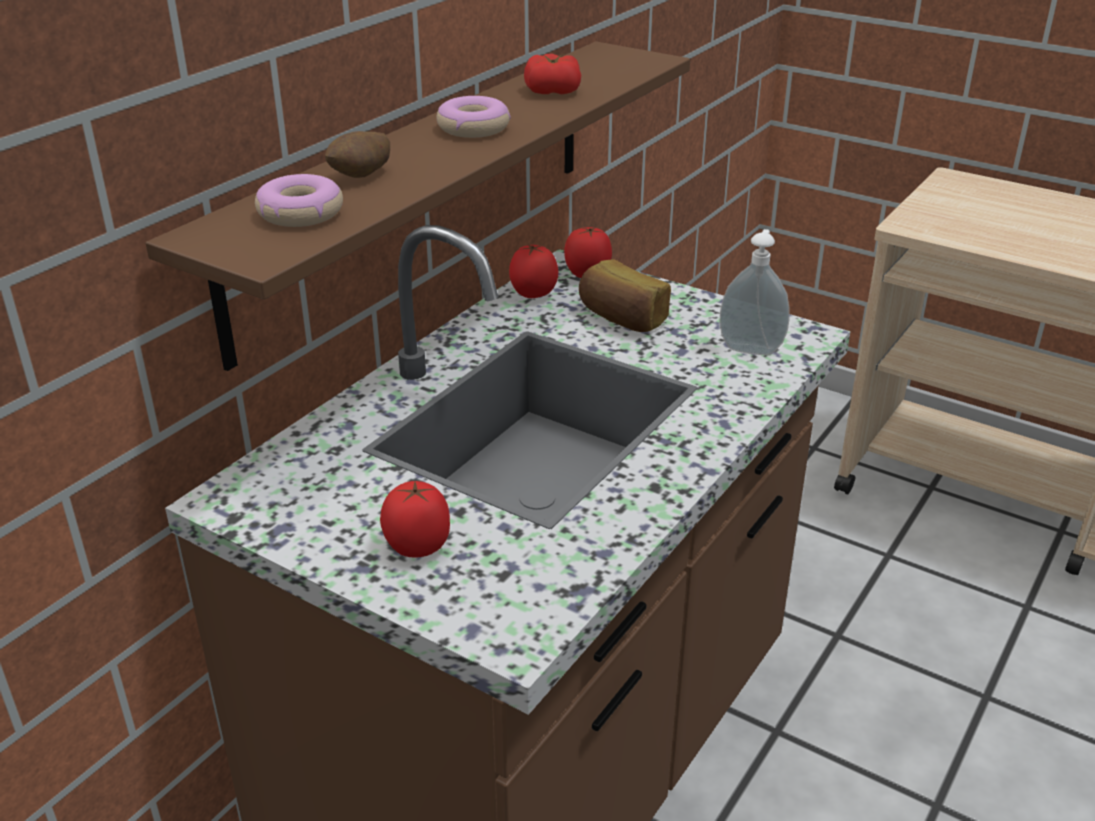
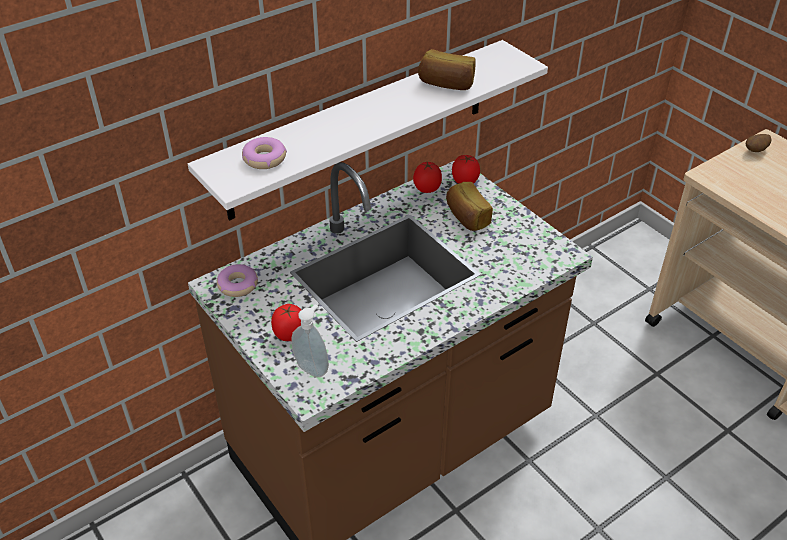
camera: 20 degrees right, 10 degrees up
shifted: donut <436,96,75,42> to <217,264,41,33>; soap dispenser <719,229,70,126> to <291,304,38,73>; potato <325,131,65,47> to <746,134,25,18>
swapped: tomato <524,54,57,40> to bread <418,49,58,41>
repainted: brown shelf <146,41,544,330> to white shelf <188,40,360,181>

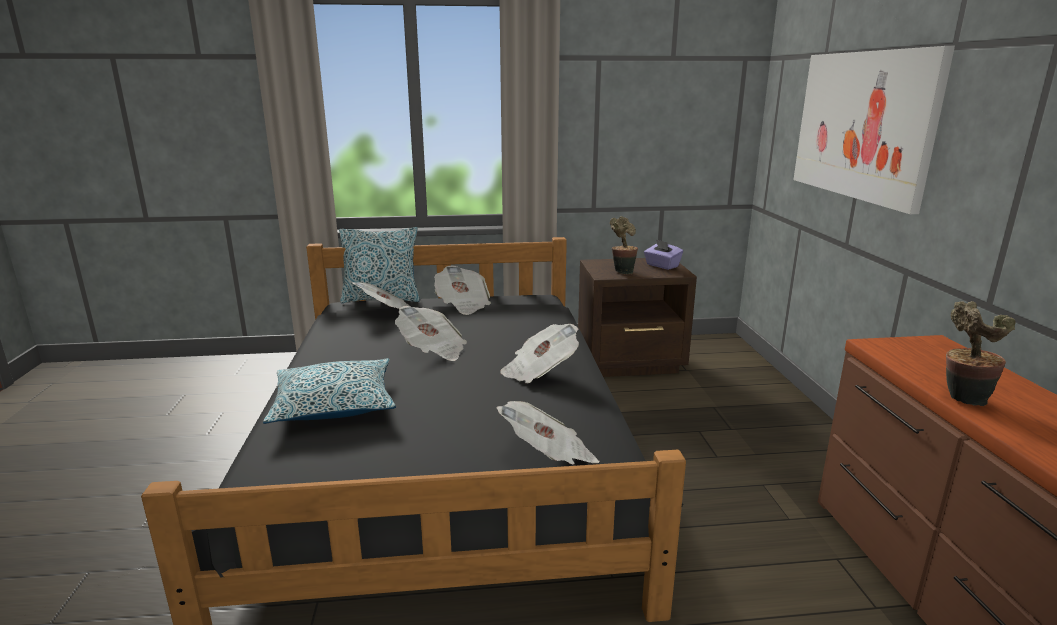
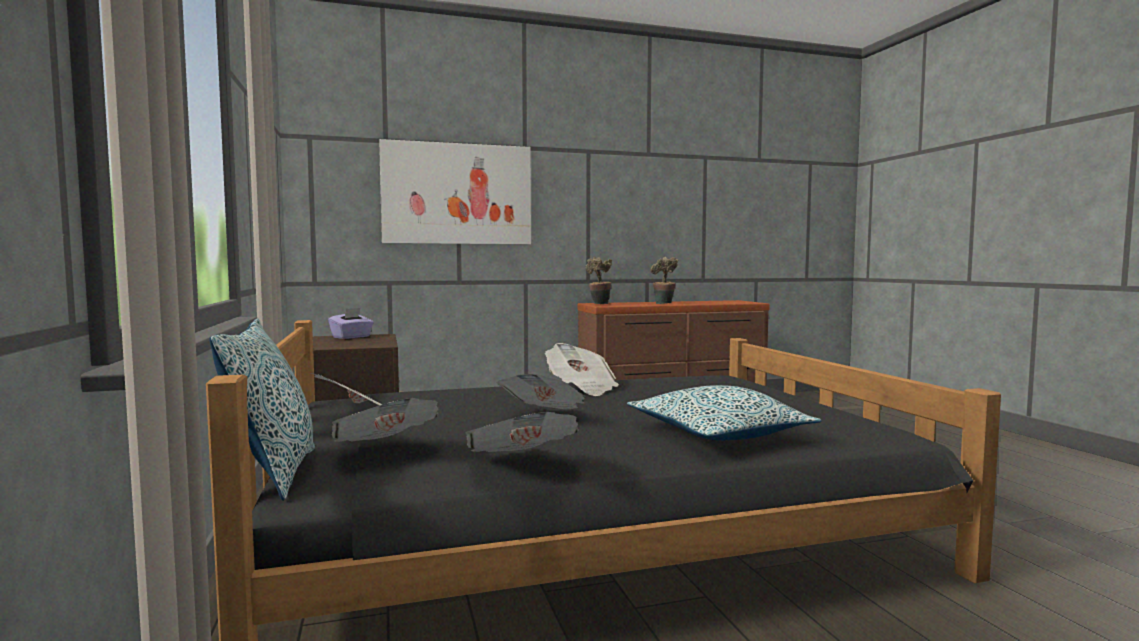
camera: 100 degrees left, 15 degrees down
shifted: newspaper <497,401,102,63> to <465,412,113,40>; potted plant <610,216,28,58> to <585,257,27,47>

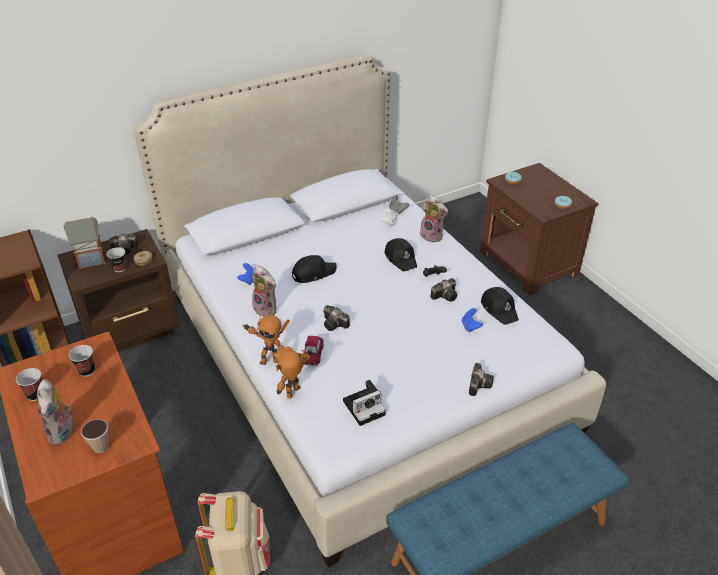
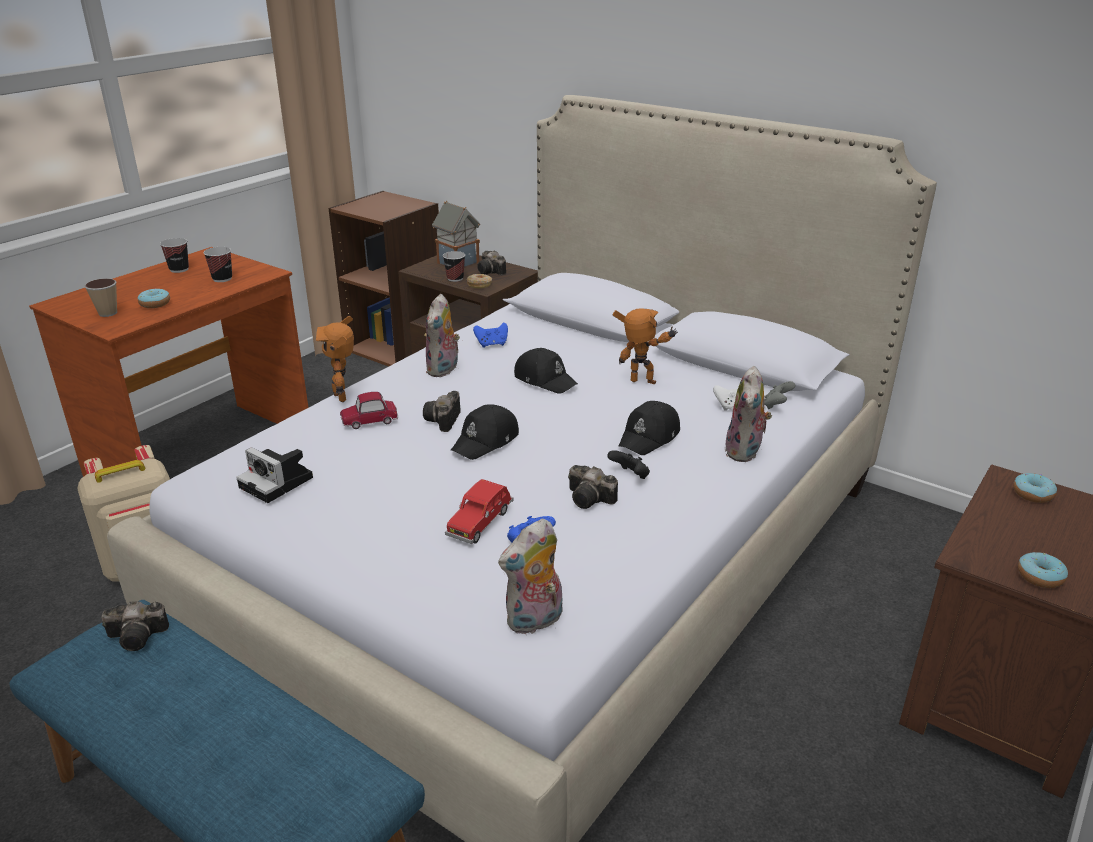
camera: 65 degrees right, 10 degrees down
new: donut <138,288,32,20>; red toy car <445,479,69,65>
shifted: photo camera <469,363,25,33> to <101,601,68,50>; black cap <481,287,38,38> to <451,404,68,56>; plush toy <37,379,36,66> to <498,519,65,115>; toy robot <274,346,38,52> to <612,308,66,76>

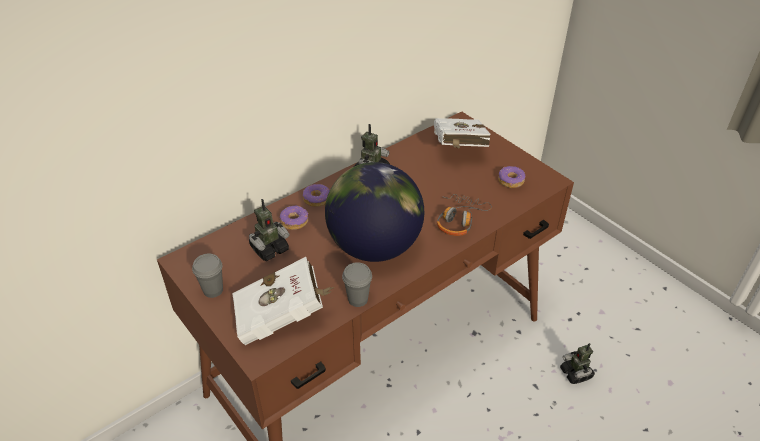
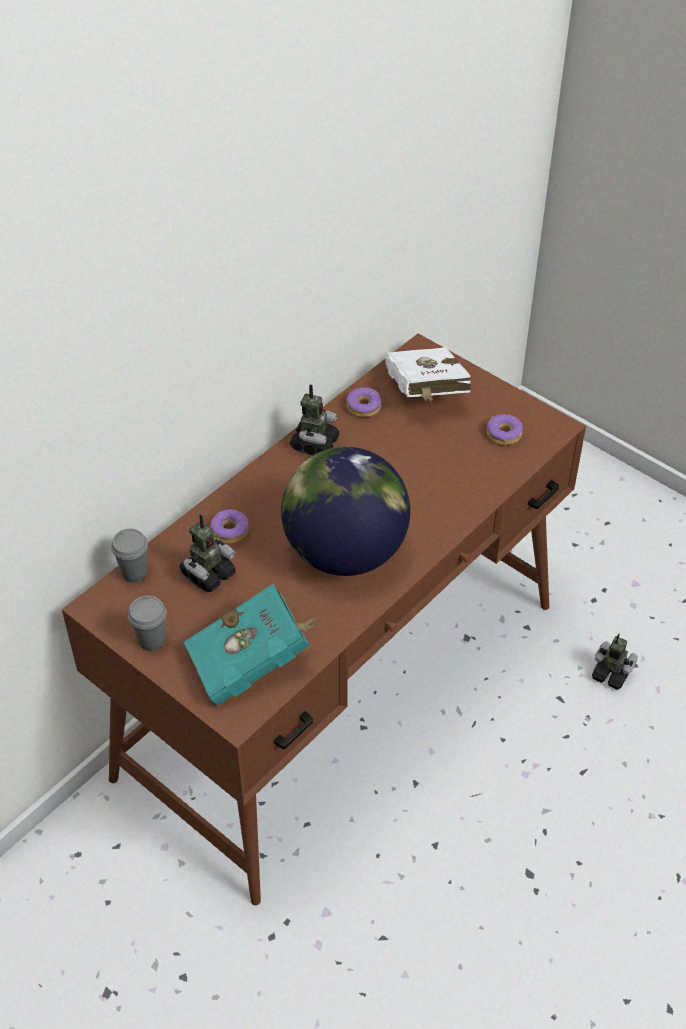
camera: 10 degrees left, 5 degrees up
gone: headphones <437,194,55,42>
shifted: grey cup <342,262,30,45> to <111,529,37,54>; donut <303,184,27,23> to <346,387,35,30>
repainted: white book <232,257,102,88> to turquoise book <184,584,134,121>
rotated: toy robot <560,343,35,41> = <592,633,46,57> 150 degrees clockwise

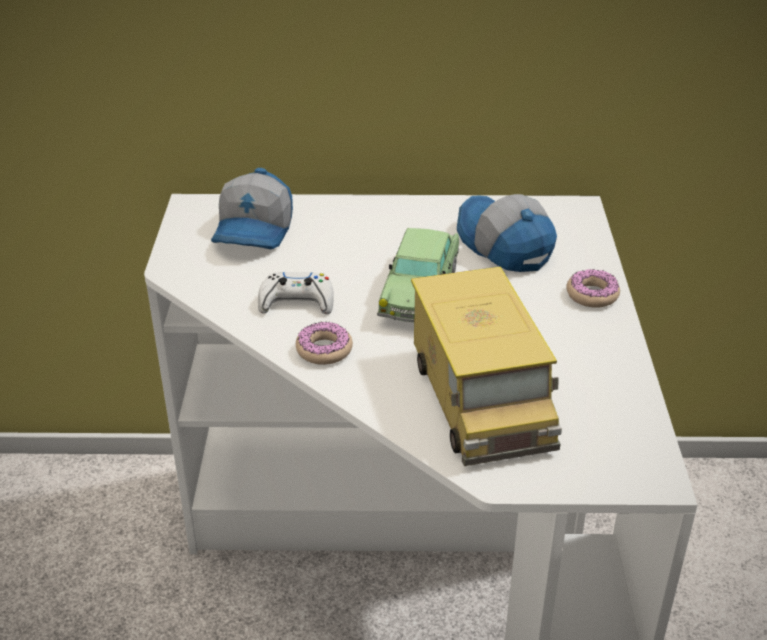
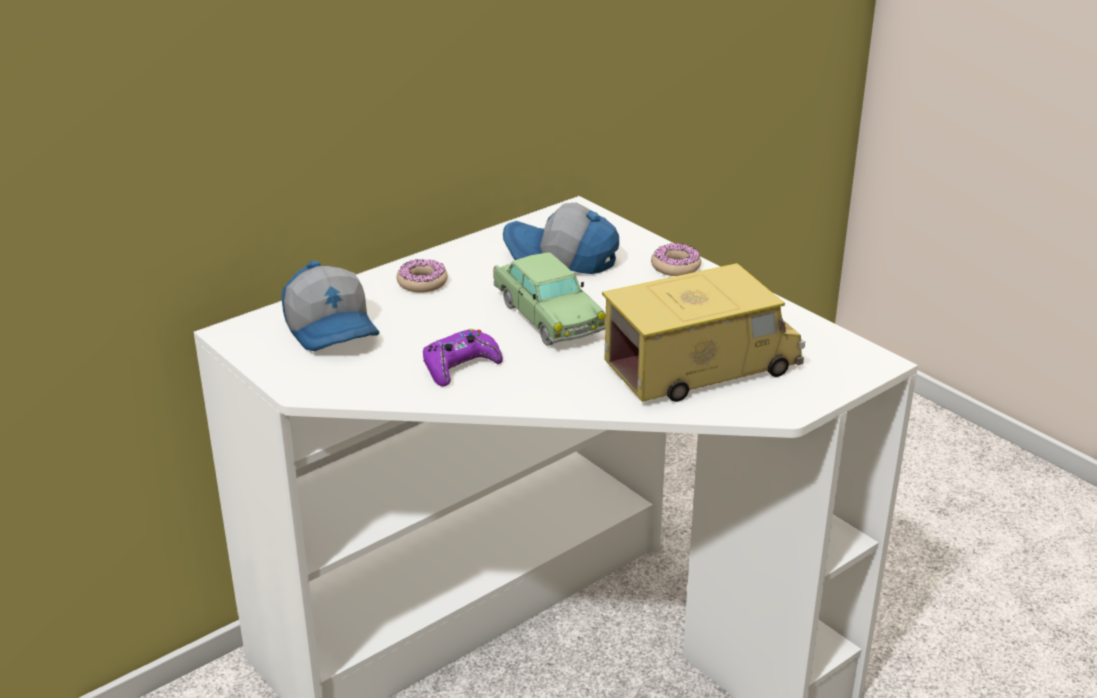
camera: 40 degrees left, 5 degrees down
shifted: donut <296,321,57,44> to <397,259,51,34>
repainted: white game controller <258,272,76,42> to purple game controller <423,329,80,58>
rotated: toy truck <411,267,151,199> = <602,263,203,139> 60 degrees counterclockwise

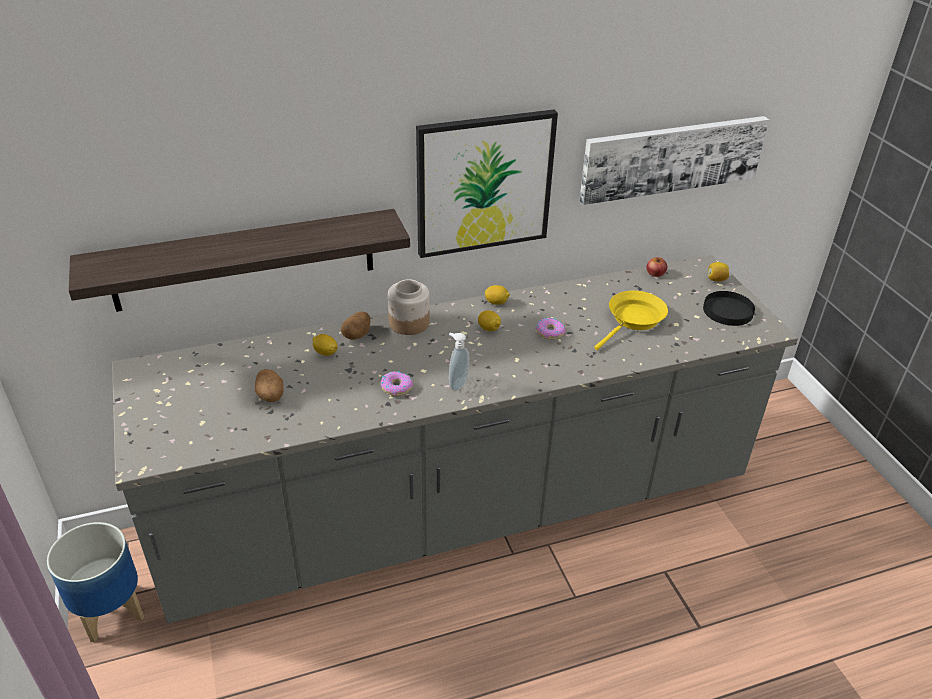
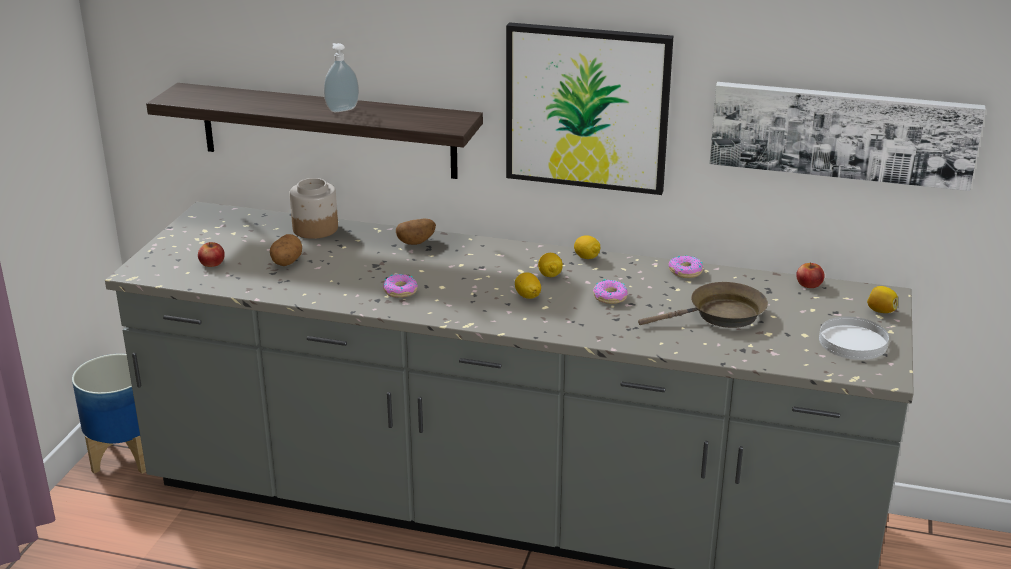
camera: 35 degrees right, 10 degrees down
new: apple <198,242,27,25>; donut <668,256,35,22>
shifted: jar <388,279,41,56> to <289,178,49,61>; soap dispenser <449,333,20,58> to <324,43,35,69>; lemon <312,334,25,22> to <515,272,26,27>
repainted: yellow frying pan <594,290,74,60> to brown frying pan <638,282,130,46>; black plate <703,291,52,35> to white plate <819,316,70,44>

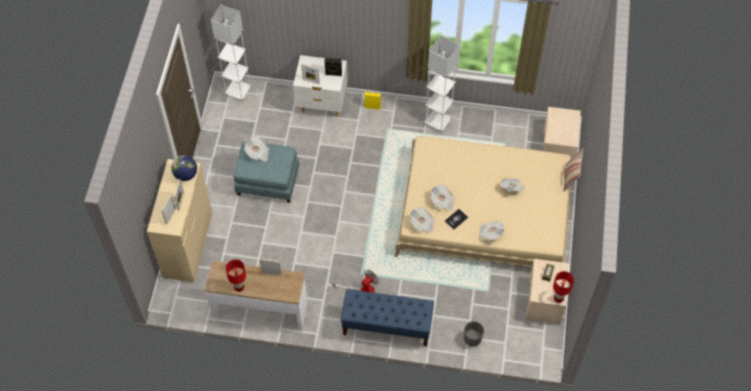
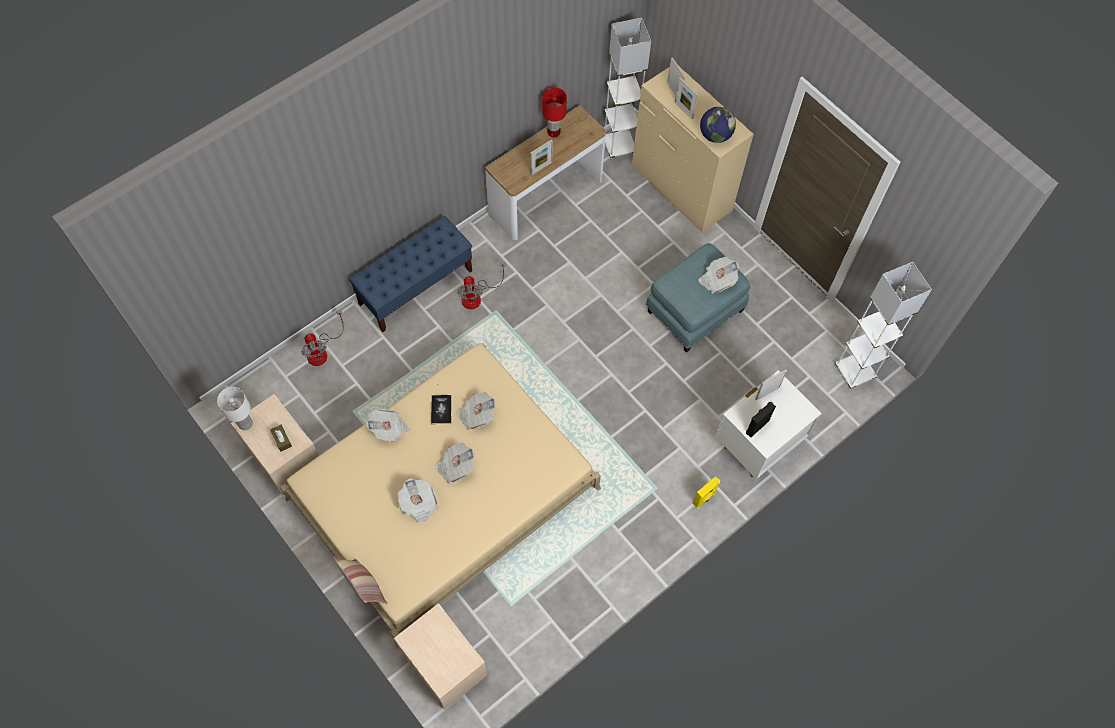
camera: 130 degrees right, 5 degrees up
shifted: newspaper <410,207,24,26> to <435,443,40,41>; white floor lamp <424,36,35,97> to <604,18,47,141>
swapped: grey planter <464,321,20,25> to fan <301,310,43,56>
repainted: red table lamp <553,271,21,32> to white table lamp <217,387,36,43>

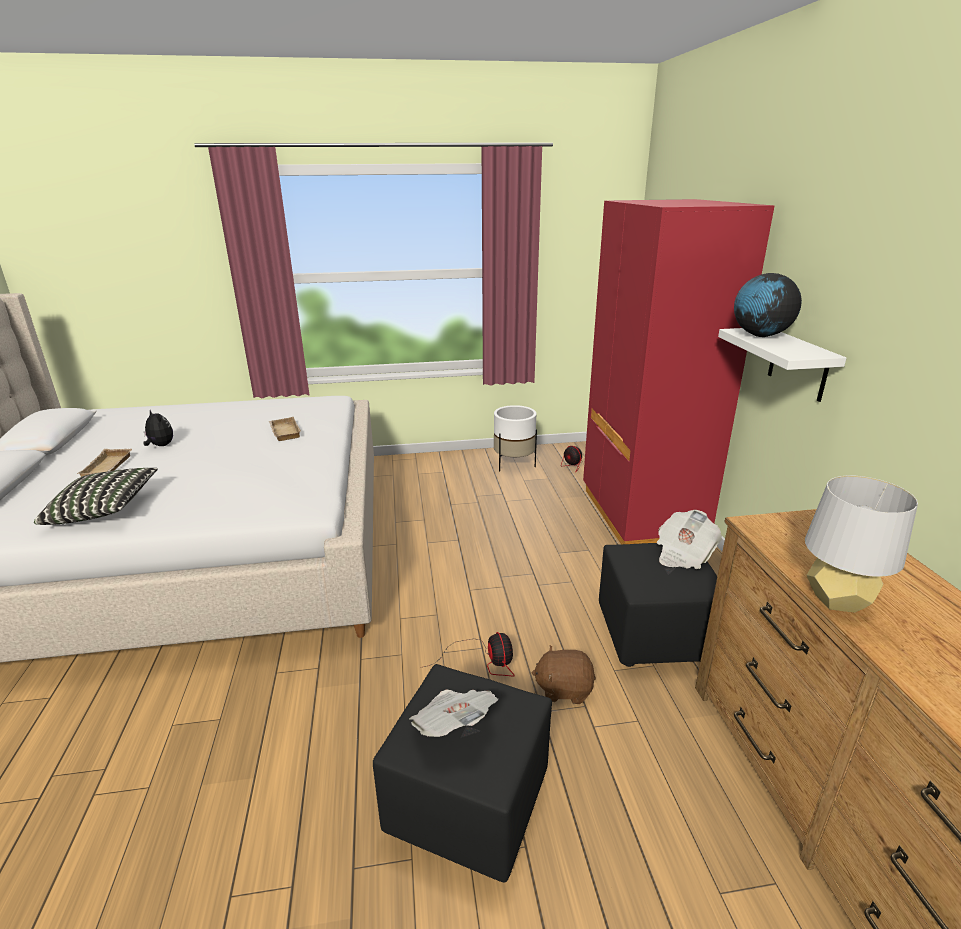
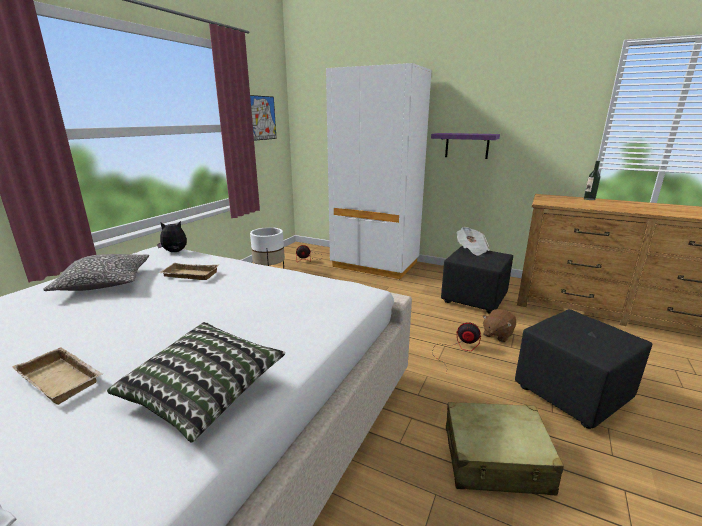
camera: 55 degrees left, 5 degrees down
gone: newspaper <409,689,89,48>; globe <734,273,68,64>; grey table lamp <805,475,113,137>
new: pillow <44,254,105,37>; picture <250,95,27,46>; beige suitcase <446,402,118,93>; bottle <584,161,16,39>
shifted: plush toy <143,410,30,36> to <157,221,30,31>
repainted: red wardrobe <583,199,191,345> to white wardrobe <326,63,106,216>; white shelf <718,328,128,74> to purple shelf <431,133,69,26>

